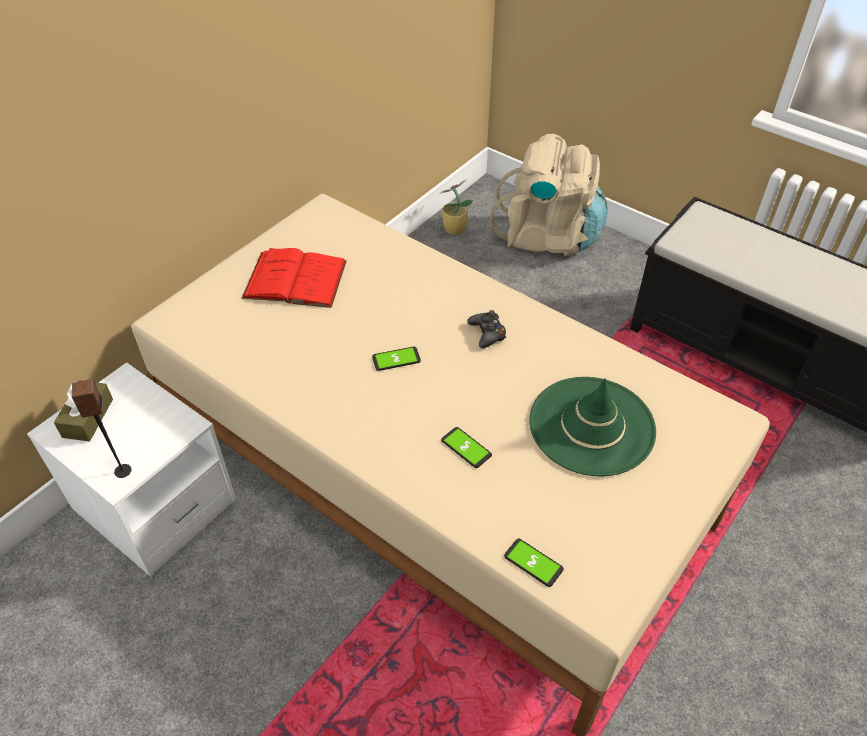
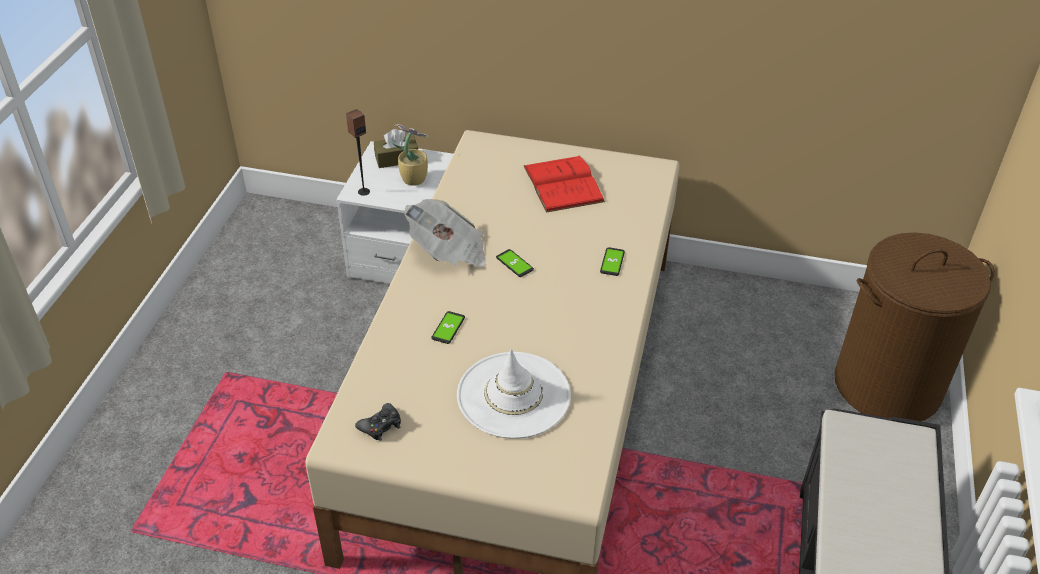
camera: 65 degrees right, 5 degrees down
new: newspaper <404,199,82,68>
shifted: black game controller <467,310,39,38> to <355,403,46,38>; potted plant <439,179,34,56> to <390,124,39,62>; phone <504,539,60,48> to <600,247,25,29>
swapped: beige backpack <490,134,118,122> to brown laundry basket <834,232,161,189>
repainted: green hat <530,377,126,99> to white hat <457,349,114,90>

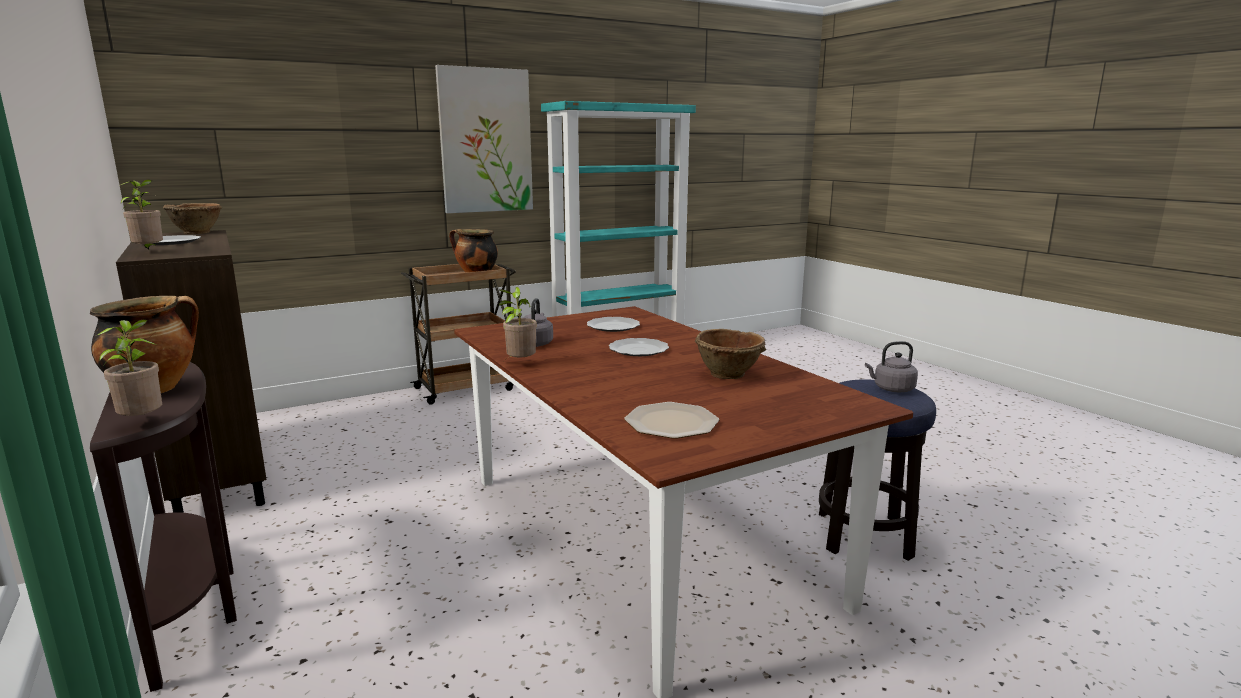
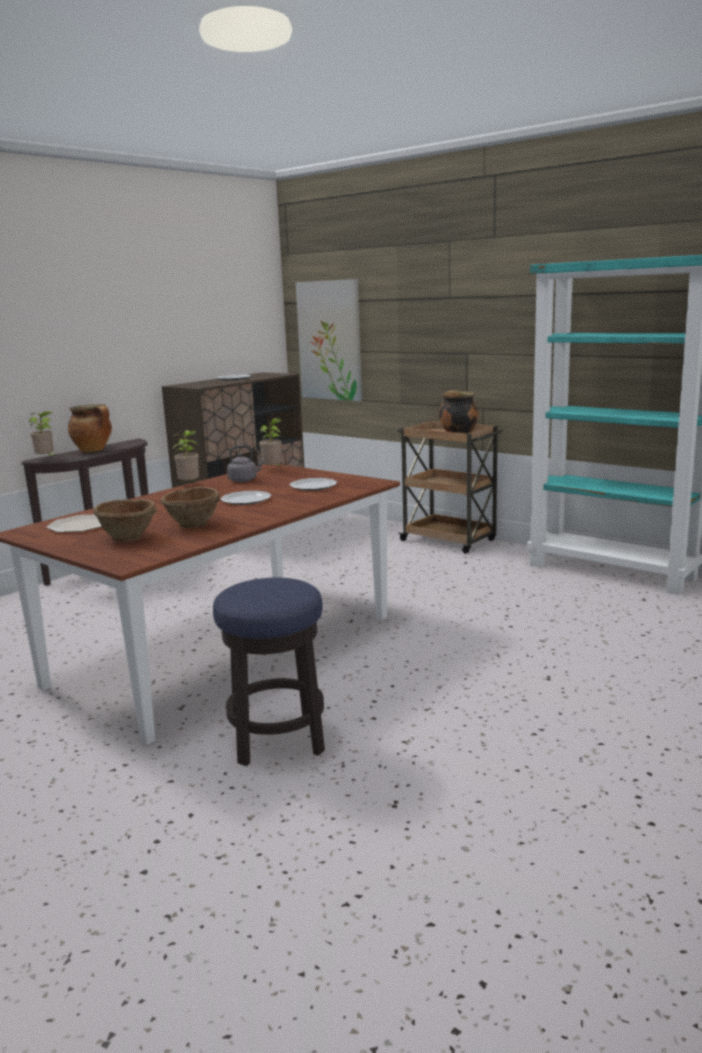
camera: 70 degrees right, 0 degrees up
gone: grey kettle <865,341,53,51>
shifted: brown bowl <163,203,59,31> to <94,499,63,43>; potted plant <119,179,44,70> to <259,418,23,50>; picture <435,65,98,148> to <295,279,67,122>

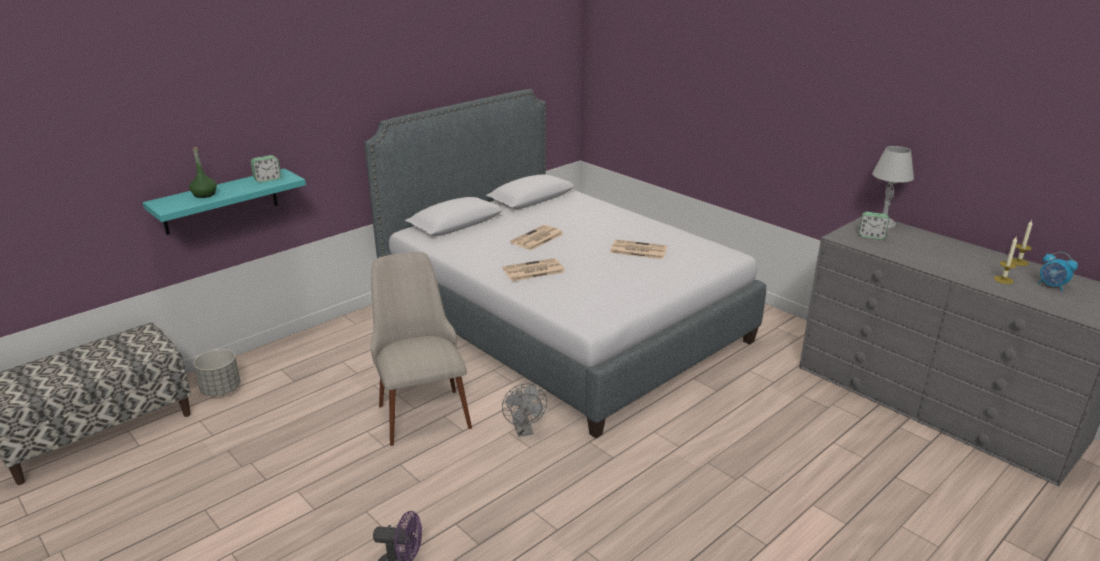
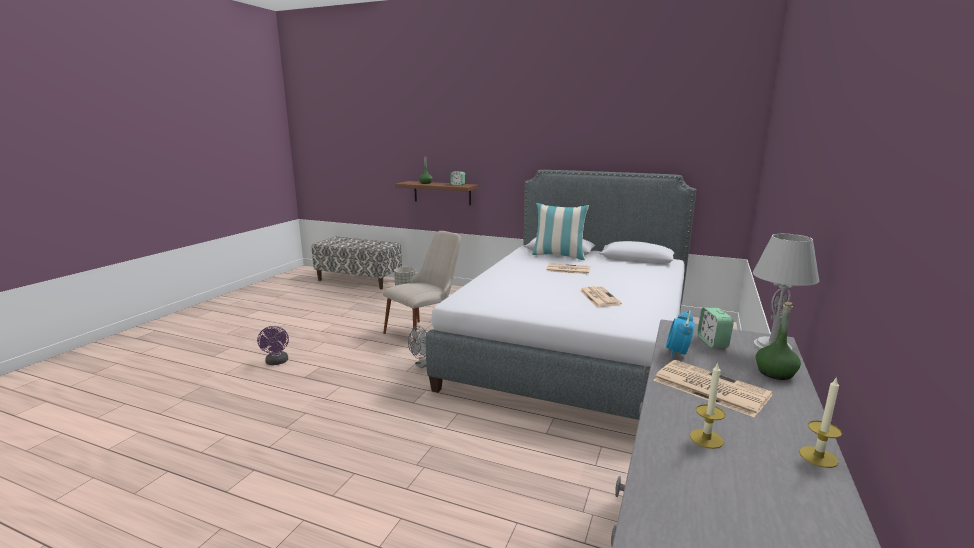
camera: 65 degrees right, 10 degrees down
new: pillow <532,203,57,57>; green bottle <756,302,45,78>
shifted: newspaper <502,258,63,23> to <654,360,119,58>; alarm clock <1037,252,41,39> to <666,310,29,48>
repainted: turquoise shelf <143,169,163,66> to brown shelf <395,181,83,24>

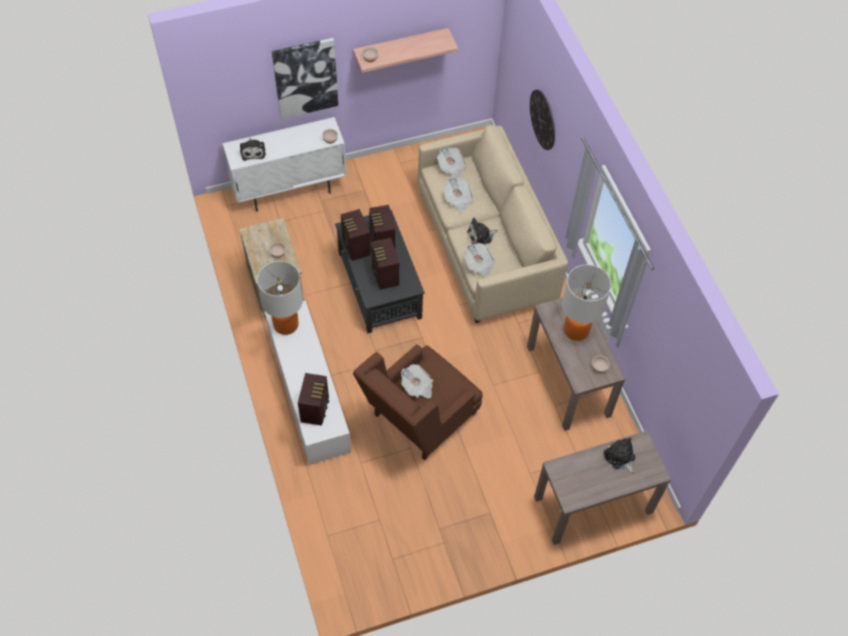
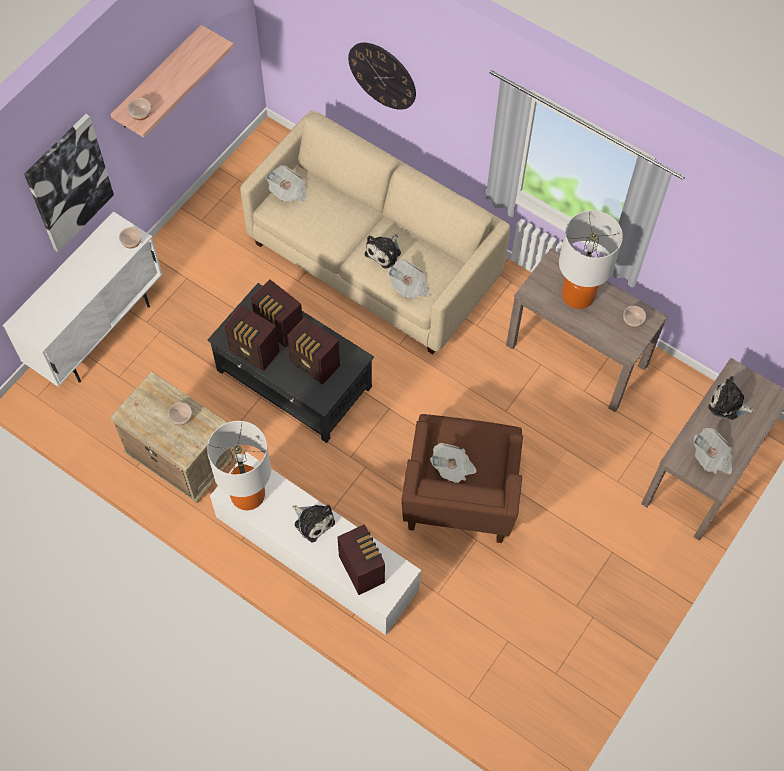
camera: 35 degrees left, 5 degrees up
shifted: plush toy <240,138,26,23> to <292,505,43,38>; newspaper <444,177,30,35> to <694,428,38,46>

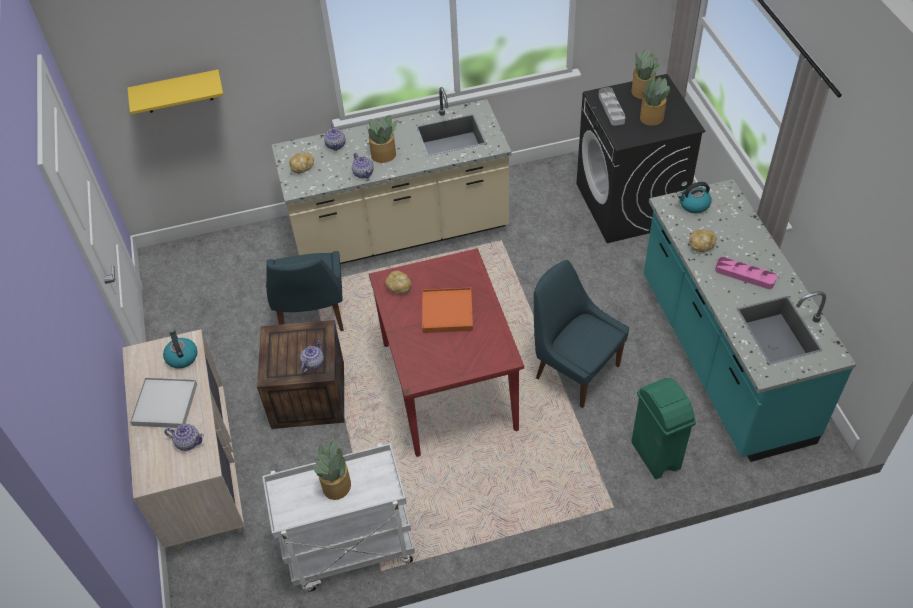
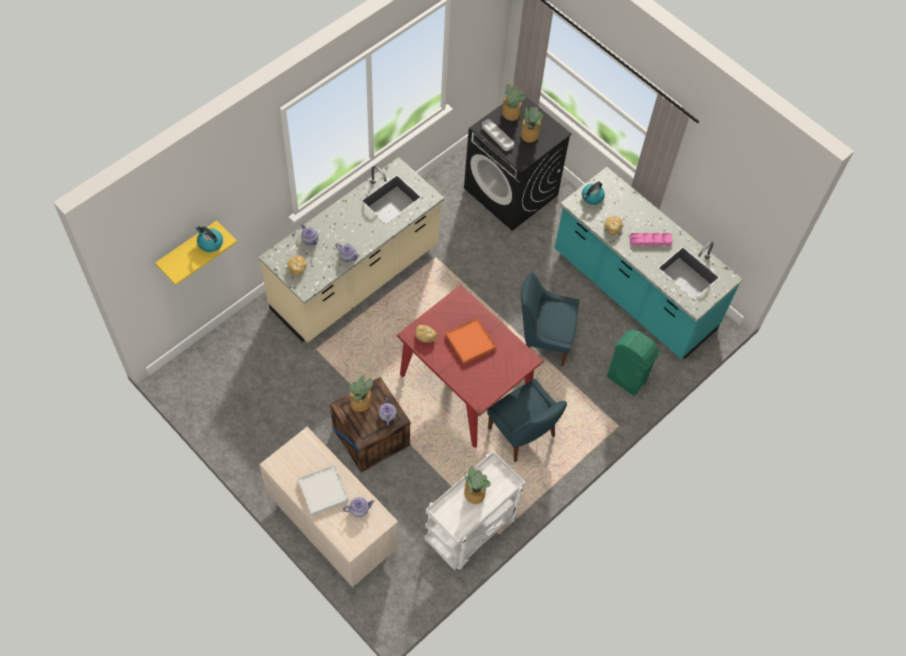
camera: 35 degrees left, 10 degrees up
shifted: kettle <163,330,34,39> to <196,226,27,26>; potted plant <366,115,31,48> to <349,375,24,37>; blue chair <266,251,78,80> to <487,379,80,83>

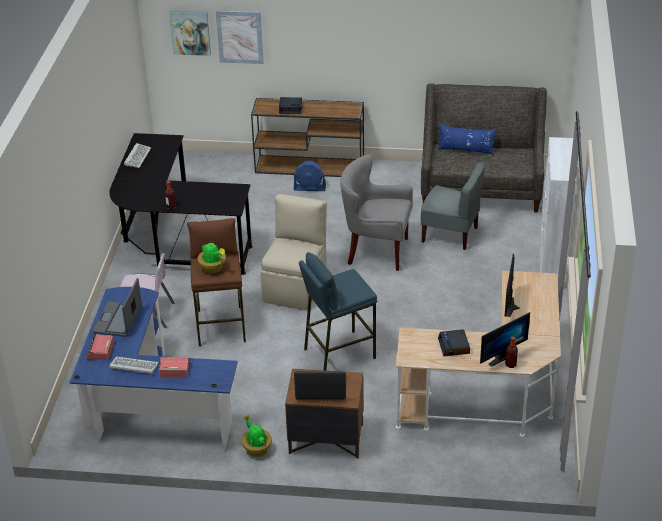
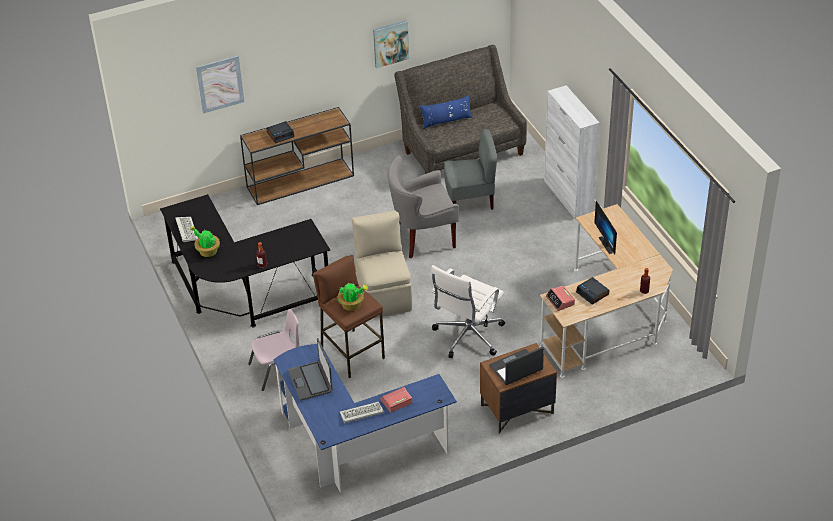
camera: 30 degrees left, 5 degrees up
gone: blue fan <294,161,32,30>; monitor <480,312,50,55>
shifted: potted plant <242,415,30,42> to <190,226,30,31>; picture <169,11,42,45> to <373,20,36,48>; alarm clock <86,333,28,27> to <546,285,29,26>
swapped: blue stool <299,252,78,119> to white office chair <431,265,74,93>

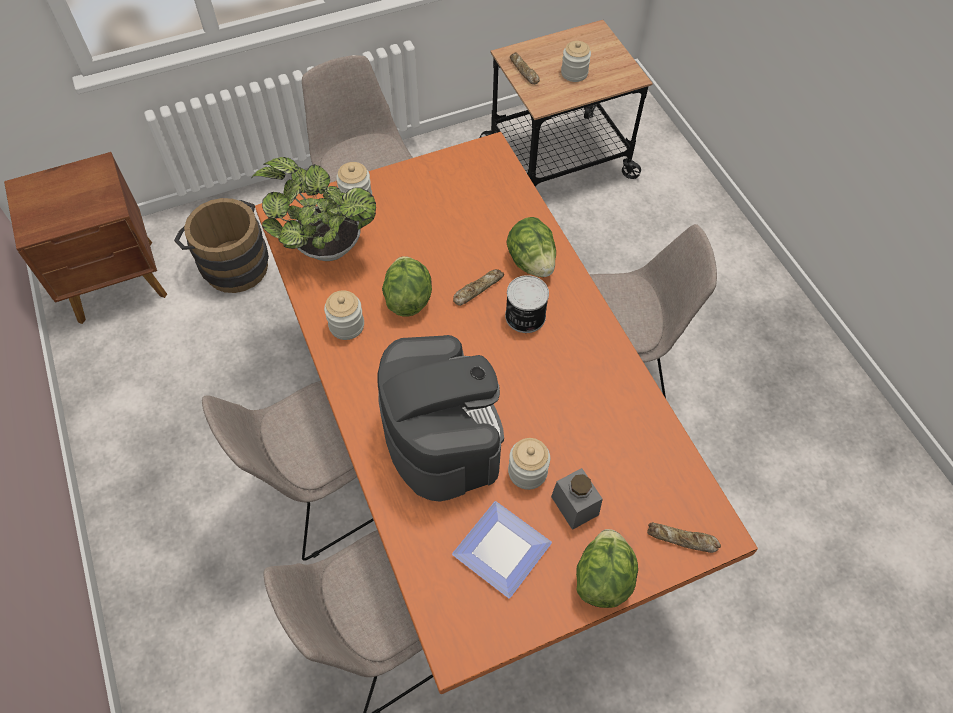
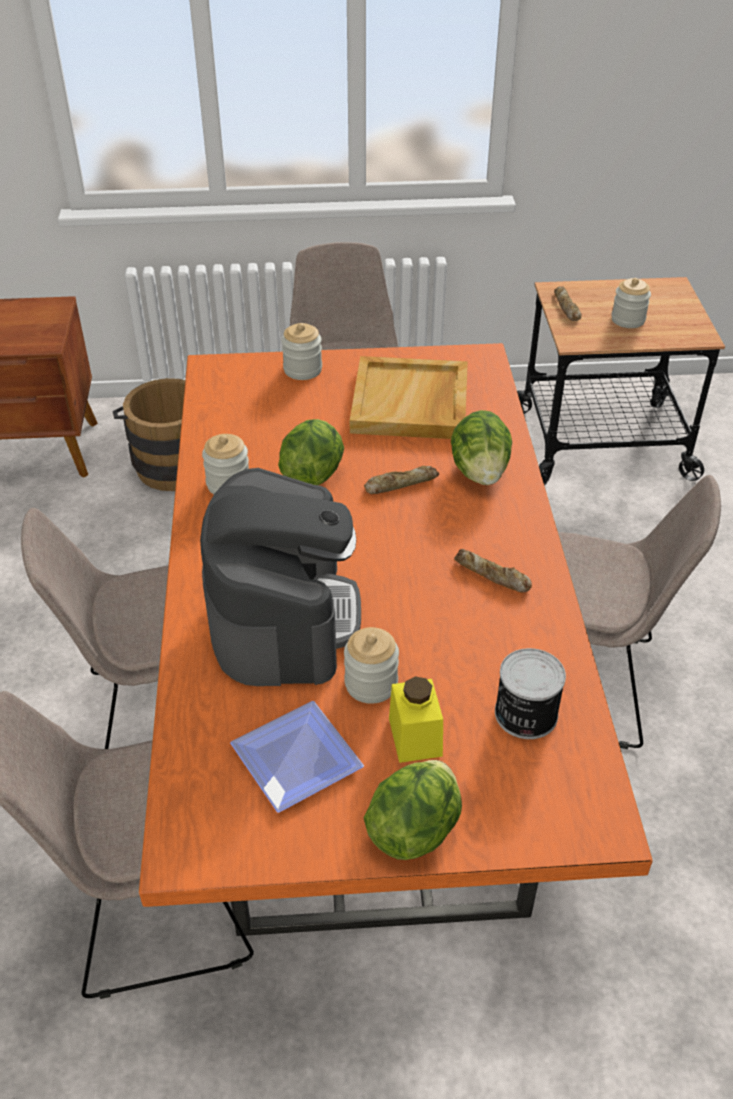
camera: 20 degrees right, 15 degrees down
gone: potted plant <251,157,125,104>
new: beige tray <350,356,118,83>
shifted: bread <647,522,74,31> to <454,549,78,43>; can <505,275,44,58> to <495,648,71,91>
repainted: grey jar <551,468,52,62> to yellow jar <389,677,54,86>

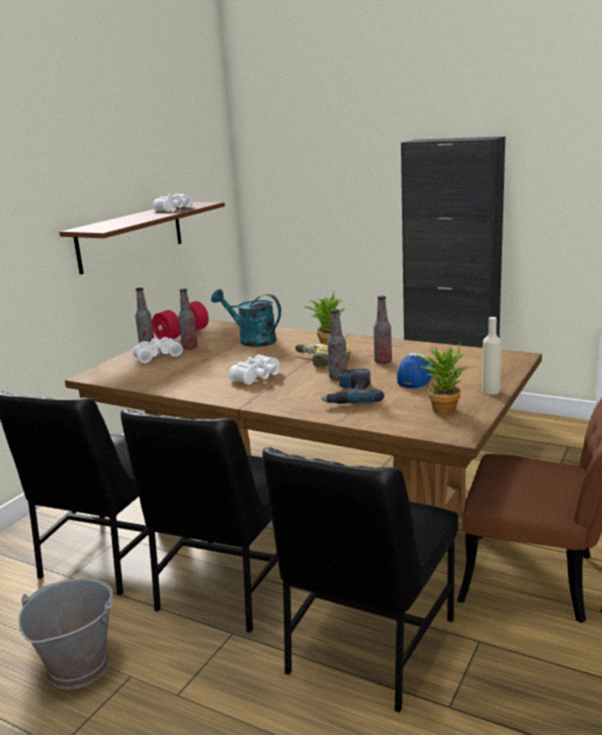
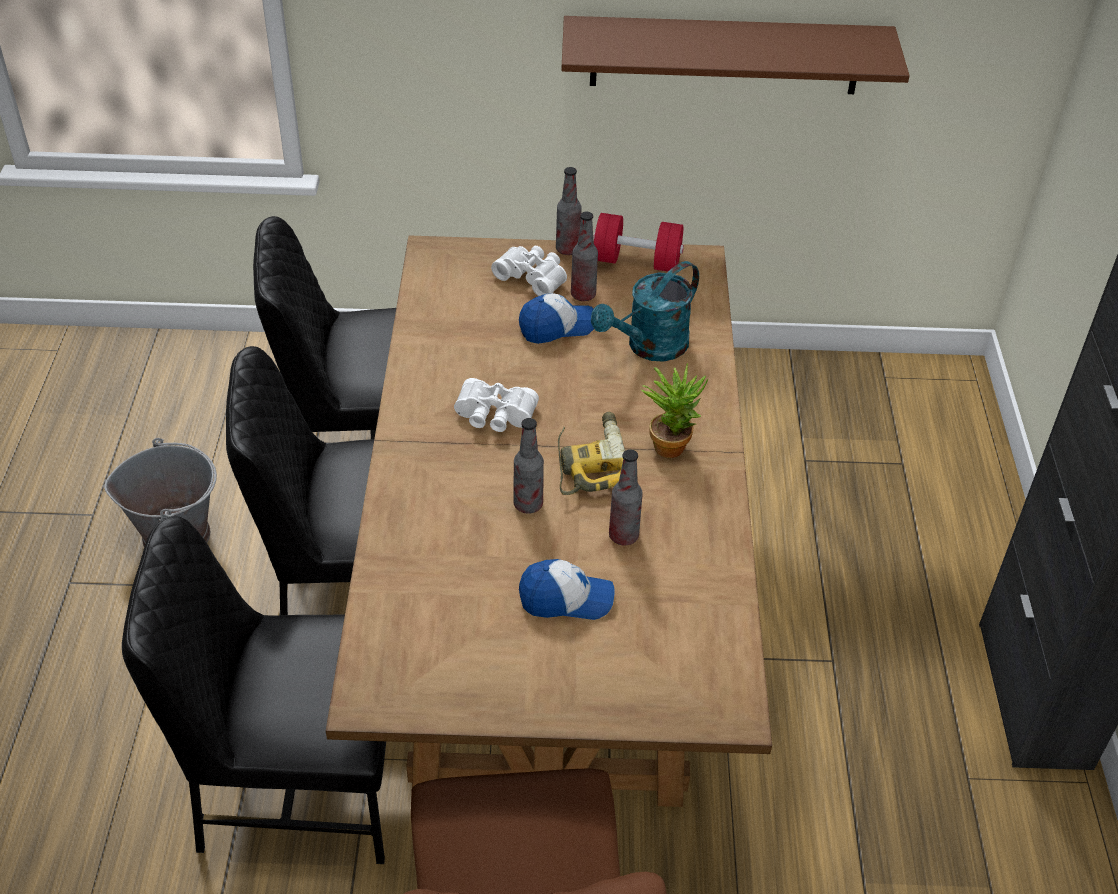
camera: 60 degrees right, 25 degrees up
gone: white binoculars <153,194,40,18>; power drill <320,369,64,35>; potted plant <416,343,53,71>; beige bottle <482,317,19,78>
new: cap <519,293,75,51>
rotated: turquoise watering can <211,289,70,58> = <591,261,108,101> 135 degrees counterclockwise

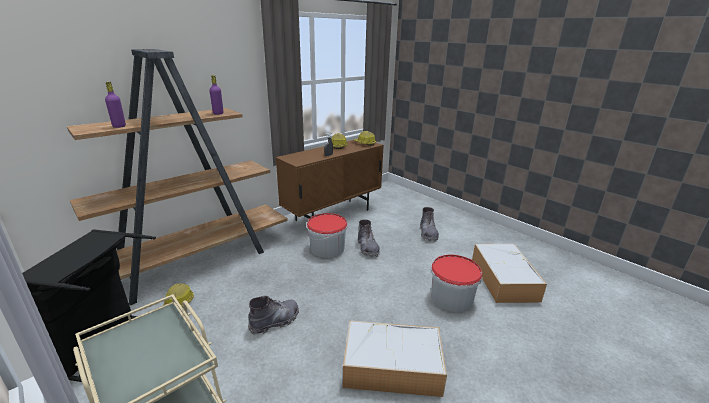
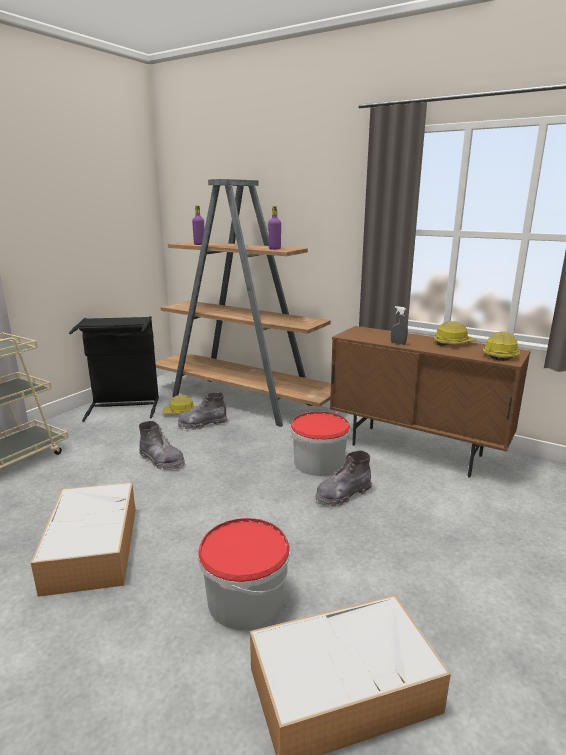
camera: 75 degrees right, 5 degrees down
shifted: grey boot <420,207,19,35> to <178,392,50,38>

